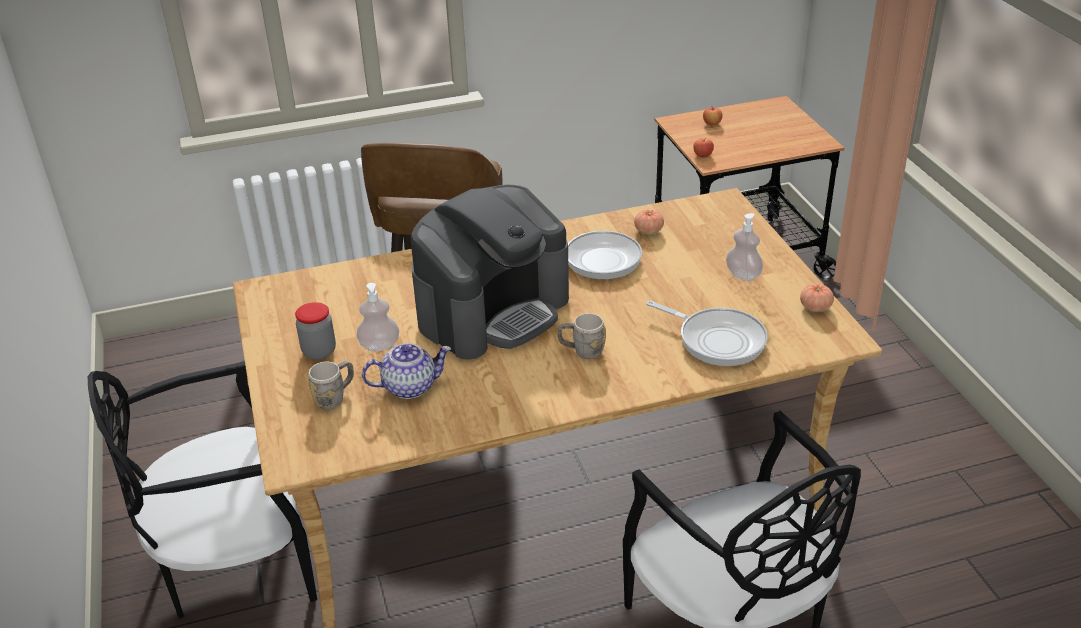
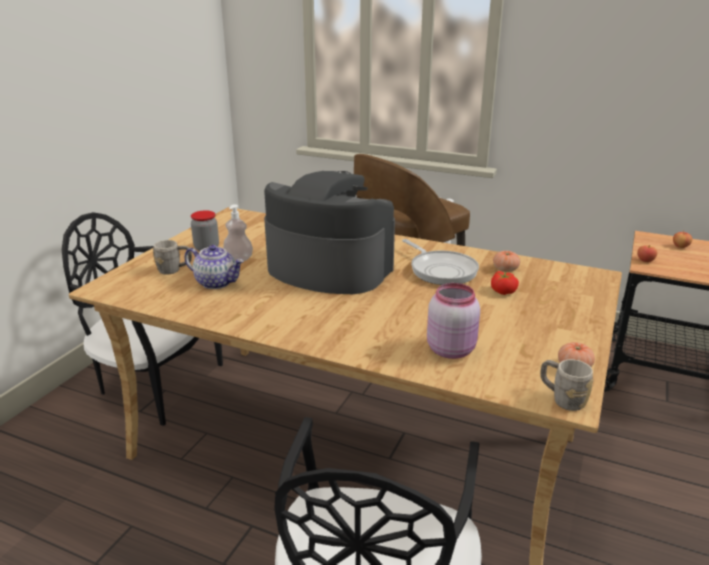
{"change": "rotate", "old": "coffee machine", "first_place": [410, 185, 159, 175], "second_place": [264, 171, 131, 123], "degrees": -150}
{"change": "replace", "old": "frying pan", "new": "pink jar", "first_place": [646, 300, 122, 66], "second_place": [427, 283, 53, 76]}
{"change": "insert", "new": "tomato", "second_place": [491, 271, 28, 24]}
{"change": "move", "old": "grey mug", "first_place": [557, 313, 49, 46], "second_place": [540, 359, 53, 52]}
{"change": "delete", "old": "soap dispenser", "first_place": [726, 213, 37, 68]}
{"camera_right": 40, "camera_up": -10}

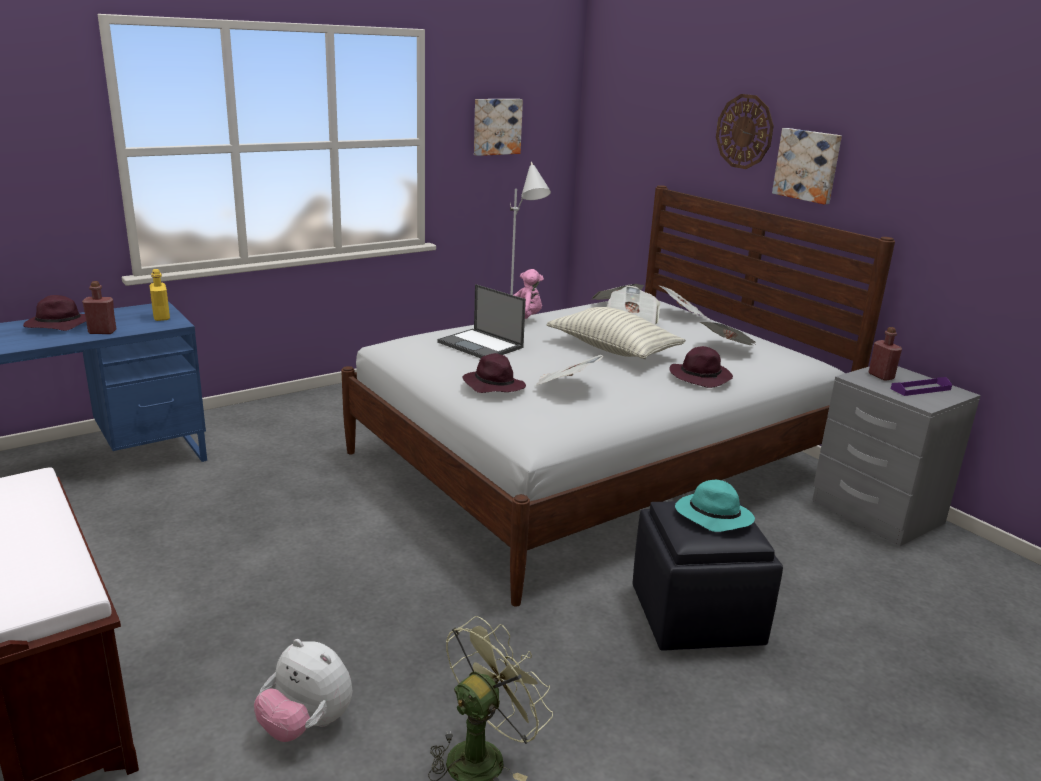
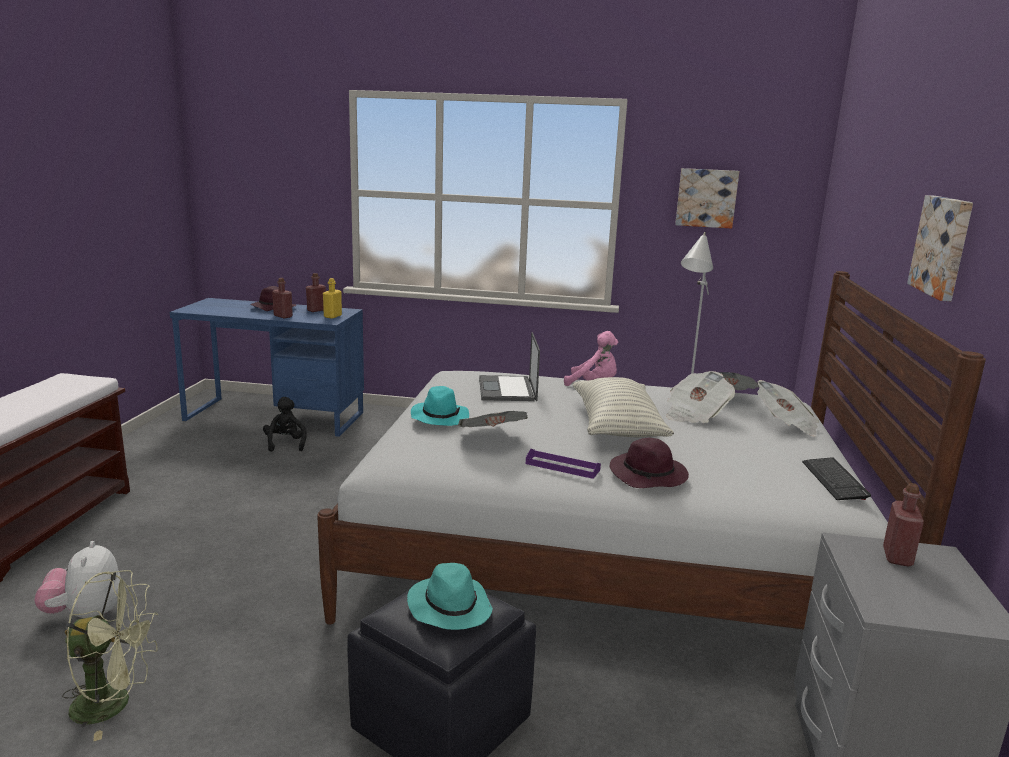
{"change": "insert", "new": "black plush toy", "second_place": [263, 397, 44, 55]}
{"change": "insert", "new": "red bottle", "second_place": [306, 273, 20, 39]}
{"change": "recolor", "old": "purple hat", "new": "turquoise hat", "first_place": [463, 353, 63, 40], "second_place": [411, 386, 58, 40]}
{"change": "move", "old": "purple tray", "first_place": [891, 377, 61, 19], "second_place": [526, 449, 75, 30]}
{"change": "insert", "new": "keyboard", "second_place": [802, 457, 69, 43]}
{"change": "delete", "old": "newspaper", "first_place": [700, 322, 57, 23]}
{"change": "delete", "old": "wall clock", "first_place": [716, 94, 58, 75]}
{"camera_right": 45, "camera_up": -5}

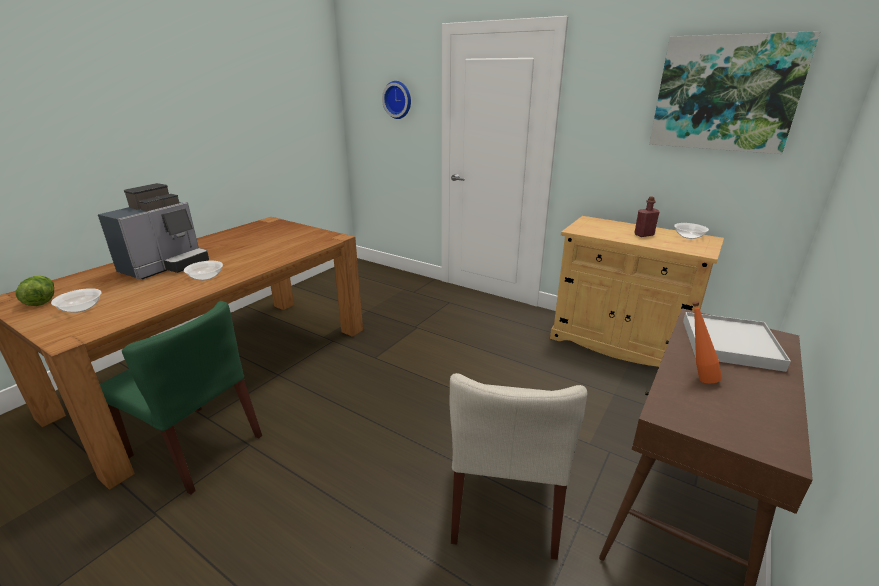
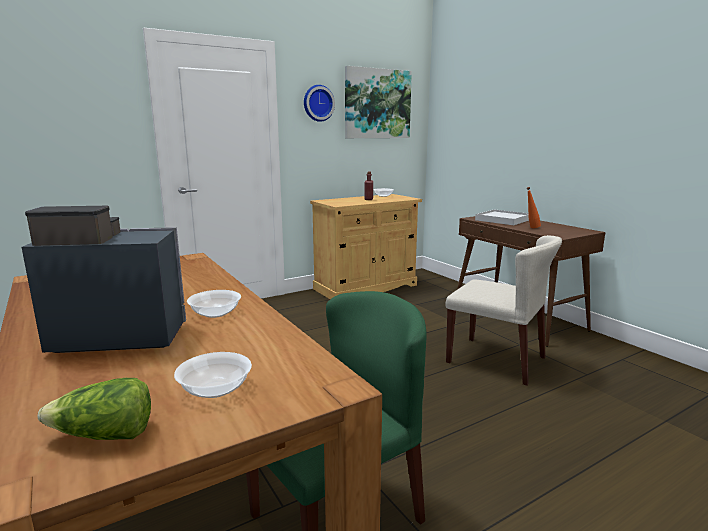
{"change": "rotate", "old": "coffee machine", "first_place": [98, 183, 111, 96], "second_place": [22, 206, 164, 147], "degrees": -60}
{"change": "move", "old": "wall clock", "first_place": [382, 81, 29, 38], "second_place": [304, 85, 31, 37]}
{"camera_right": -65, "camera_up": -10}

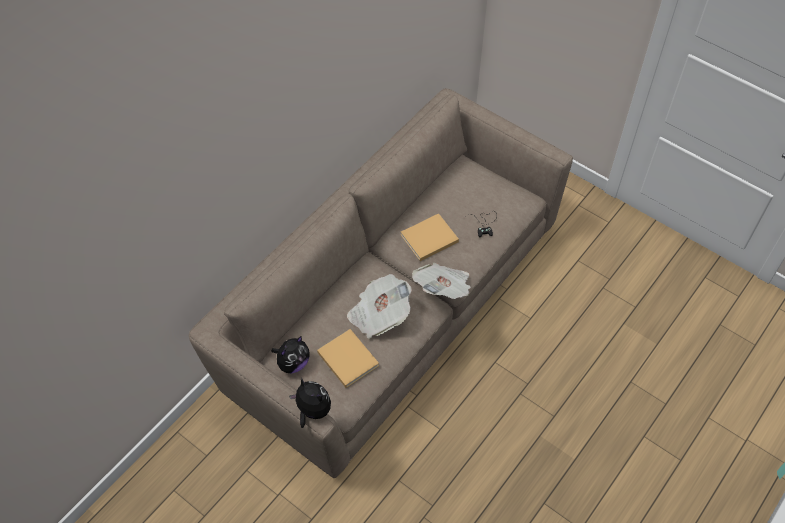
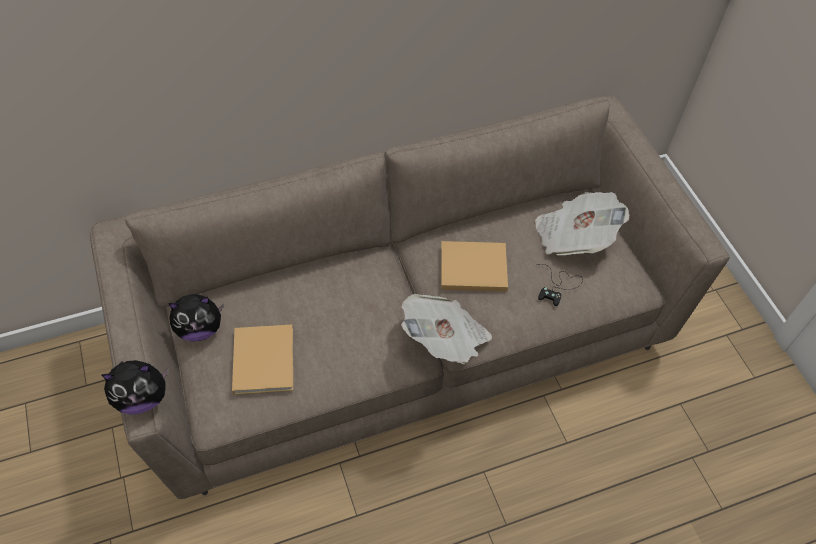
{"change": "rotate", "old": "plush toy", "first_place": [289, 378, 42, 50], "second_place": [101, 360, 68, 55], "degrees": 90}
{"change": "move", "old": "newspaper", "first_place": [347, 274, 65, 65], "second_place": [535, 192, 94, 63]}
{"camera_right": 30, "camera_up": 0}

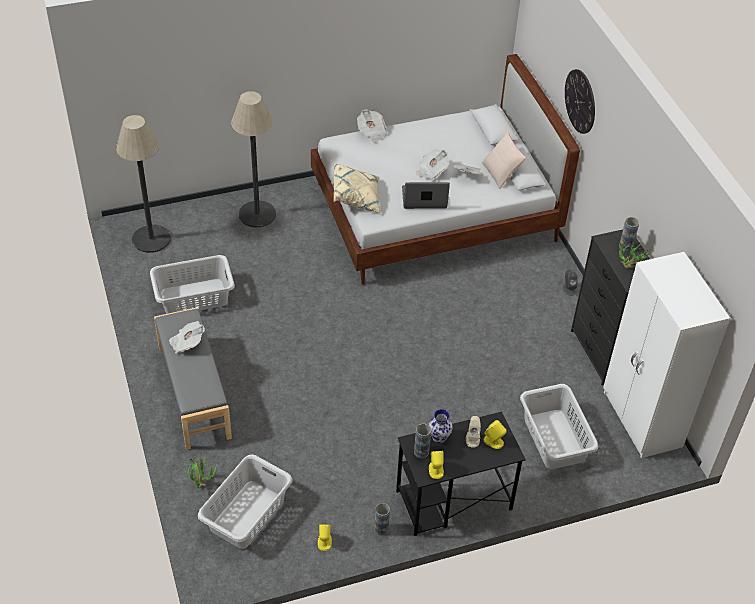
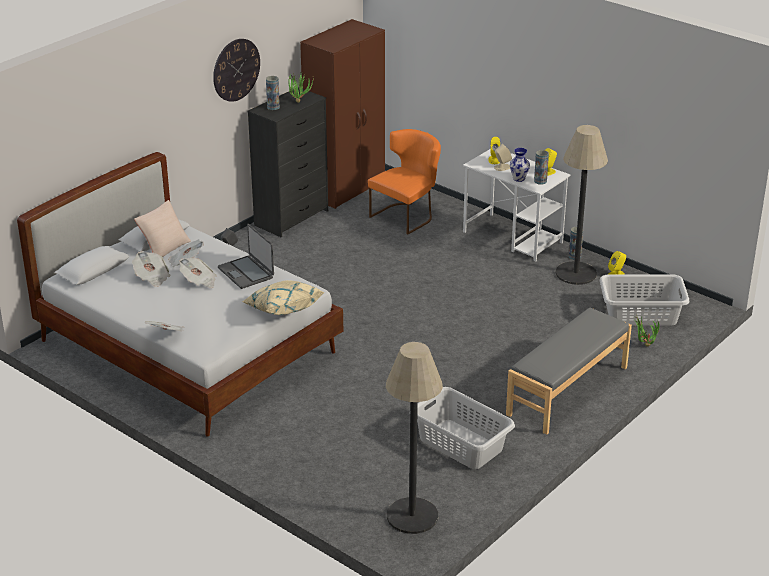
{"change": "move", "old": "newspaper", "first_place": [169, 321, 36, 32], "second_place": [132, 251, 39, 36]}
{"change": "move", "old": "wall clock", "first_place": [565, 69, 30, 65], "second_place": [213, 39, 47, 63]}
{"change": "recolor", "old": "white wardrobe", "new": "brown wardrobe", "first_place": [603, 252, 127, 206], "second_place": [300, 19, 85, 190]}
{"change": "replace", "old": "grey laundry basket", "new": "orange chair", "first_place": [520, 384, 78, 85], "second_place": [368, 129, 73, 105]}
{"change": "recolor", "old": "black desk", "new": "white desk", "first_place": [396, 412, 130, 124], "second_place": [463, 149, 107, 113]}
{"change": "move", "old": "floor lamp", "first_place": [231, 91, 45, 137], "second_place": [556, 125, 52, 160]}
{"camera_right": -120, "camera_up": -15}

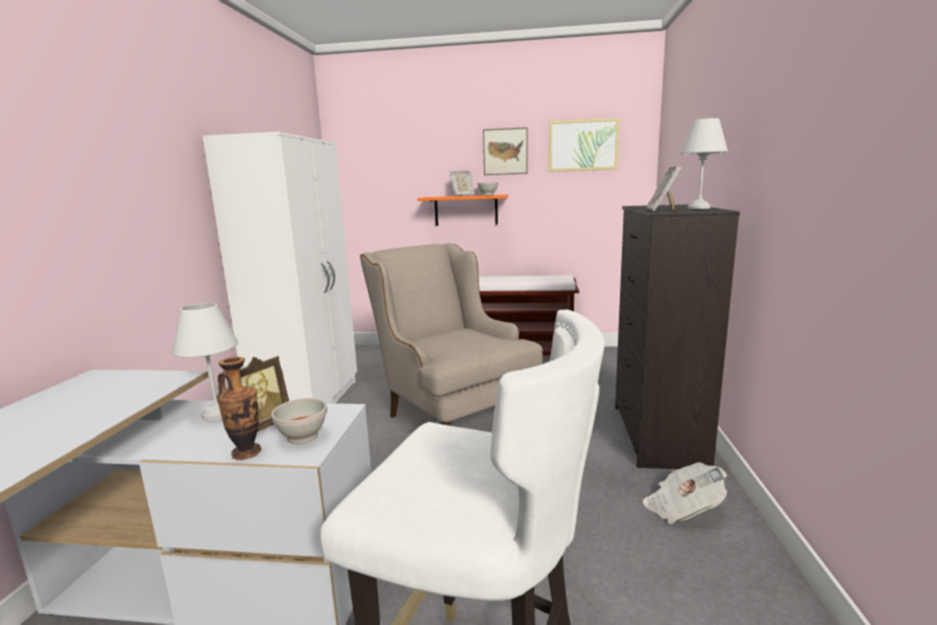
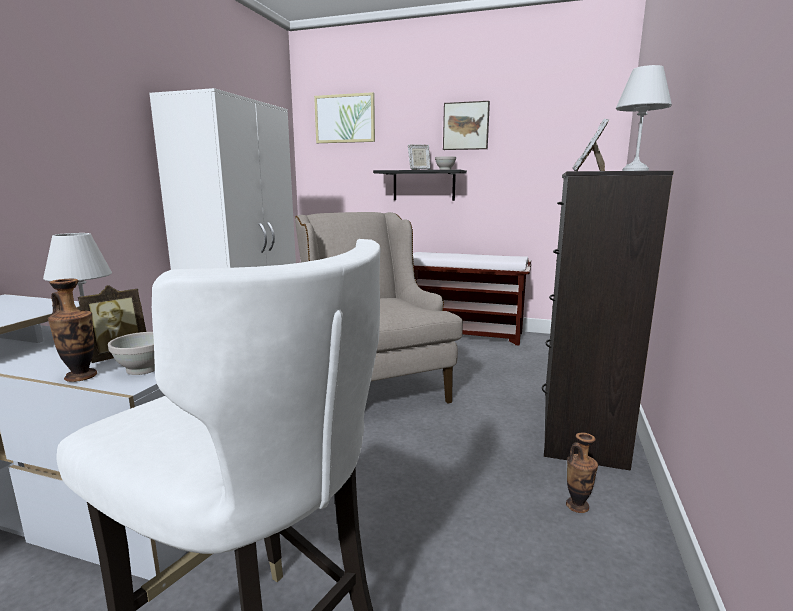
{"change": "move", "old": "picture", "first_place": [549, 118, 70, 54], "second_place": [314, 92, 61, 51]}
{"change": "recolor", "old": "orange shelf", "new": "black shelf", "first_place": [417, 195, 91, 31], "second_place": [373, 170, 94, 31]}
{"change": "replace", "old": "newspaper", "new": "vase", "first_place": [643, 462, 84, 62], "second_place": [566, 432, 32, 81]}
{"camera_right": 10, "camera_up": 0}

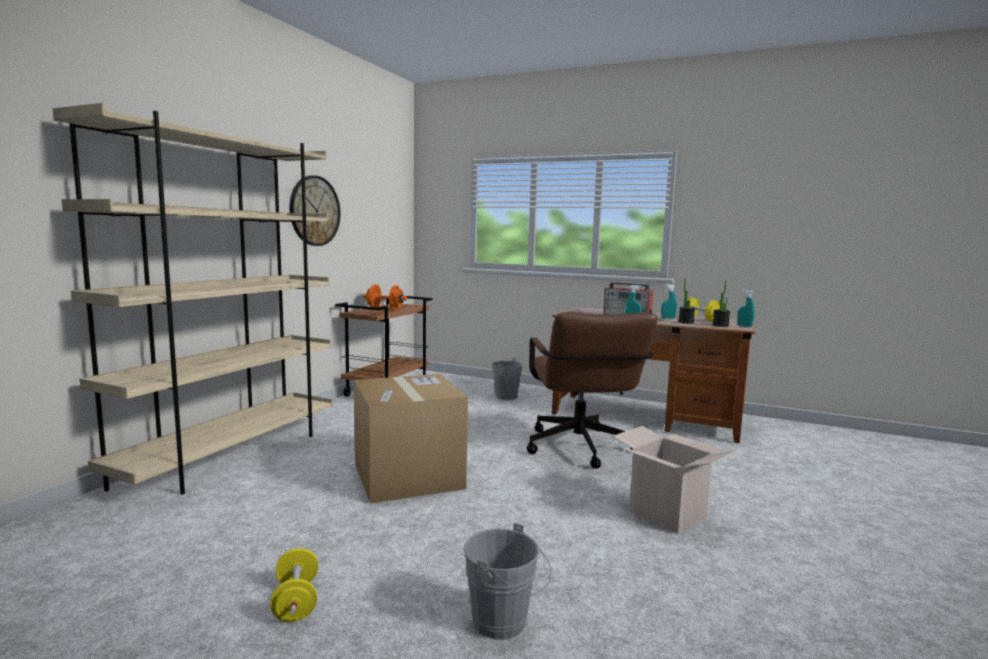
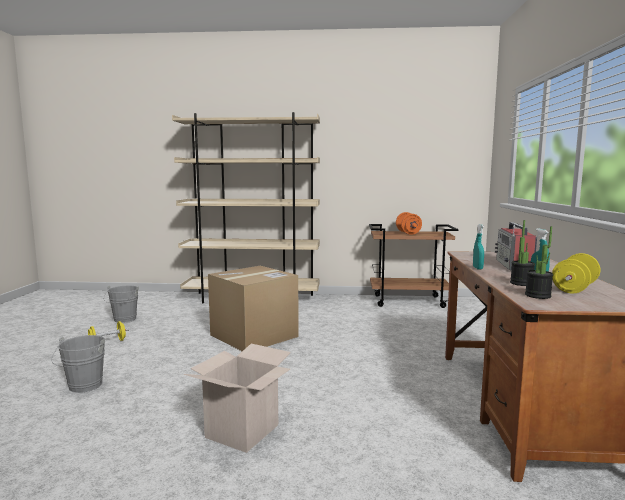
{"change": "move", "old": "grey bucket", "first_place": [492, 358, 36, 42], "second_place": [104, 286, 35, 37]}
{"change": "delete", "old": "wall clock", "first_place": [289, 175, 51, 71]}
{"change": "delete", "old": "brown office chair", "first_place": [526, 312, 132, 157]}
{"change": "delete", "old": "turquoise spray bottle", "first_place": [737, 289, 18, 38]}
{"camera_right": 70, "camera_up": 0}

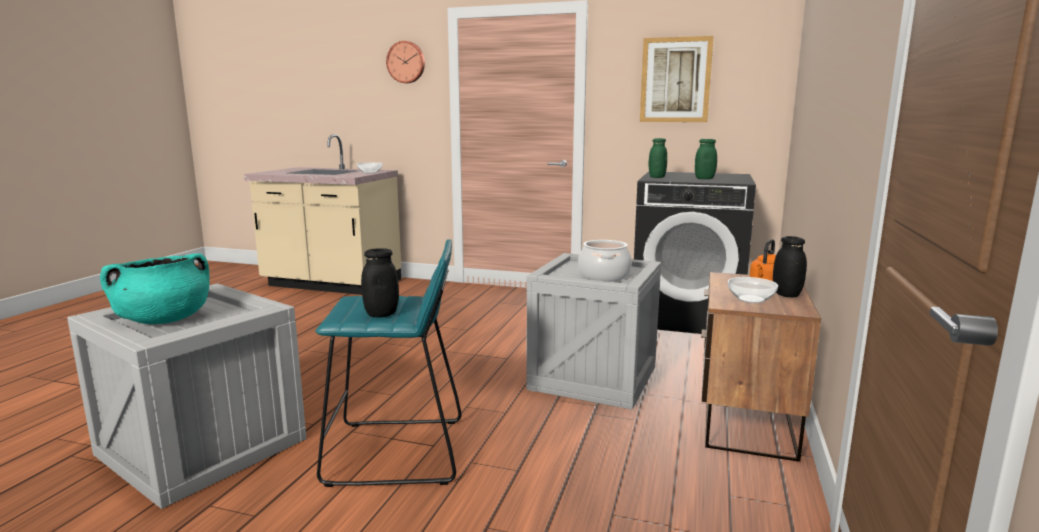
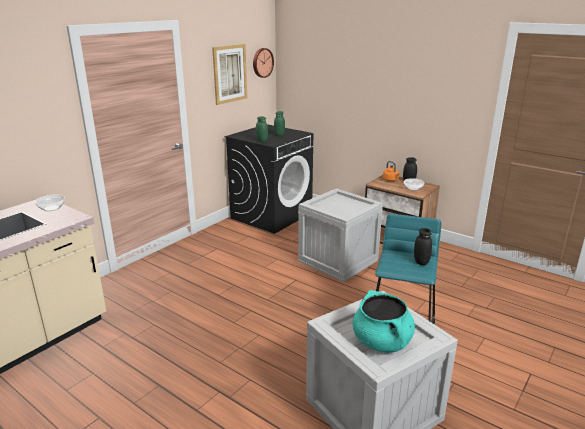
{"change": "move", "old": "wall clock", "first_place": [386, 41, 39, 42], "second_place": [253, 48, 21, 30]}
{"change": "delete", "old": "cooking pot", "first_place": [578, 240, 54, 41]}
{"camera_right": -70, "camera_up": 10}

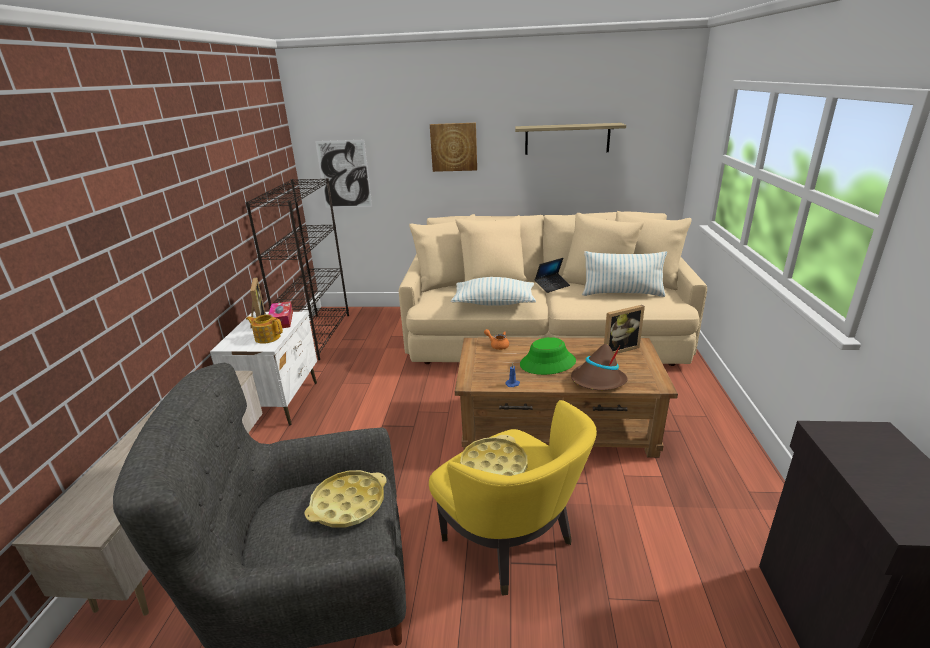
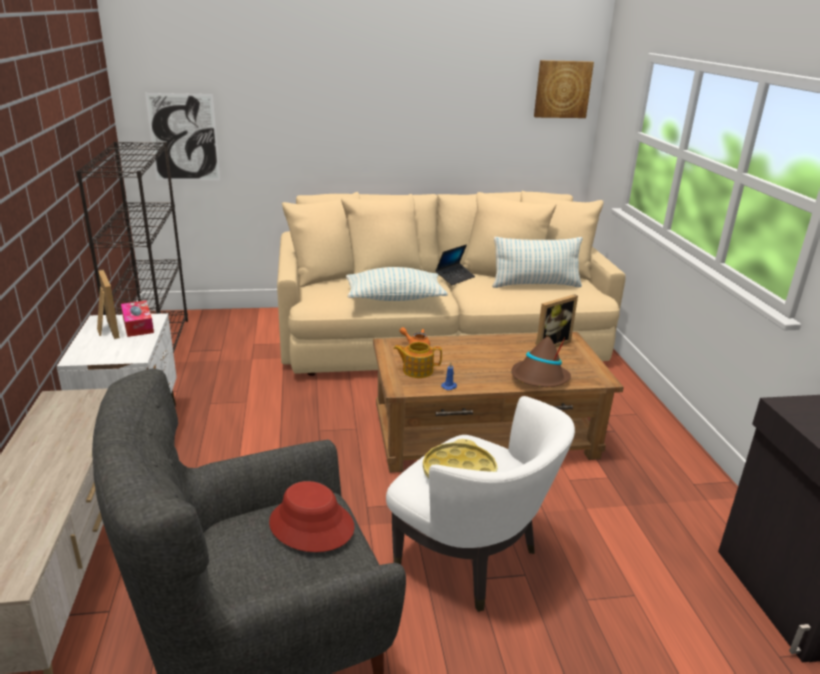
{"change": "replace", "old": "yellow tray", "new": "red hat", "first_place": [304, 470, 83, 58], "second_place": [269, 481, 86, 71]}
{"change": "recolor", "old": "yellow armchair", "new": "white armchair", "first_place": [429, 400, 168, 196], "second_place": [386, 396, 189, 216]}
{"change": "move", "old": "teapot", "first_place": [246, 315, 37, 29], "second_place": [394, 342, 48, 36]}
{"change": "move", "old": "picture", "first_place": [430, 123, 47, 49], "second_place": [534, 60, 60, 58]}
{"change": "delete", "old": "shelf", "first_place": [515, 123, 111, 32]}
{"change": "delete", "old": "green hat", "first_place": [520, 337, 56, 38]}
{"camera_right": -15, "camera_up": 0}

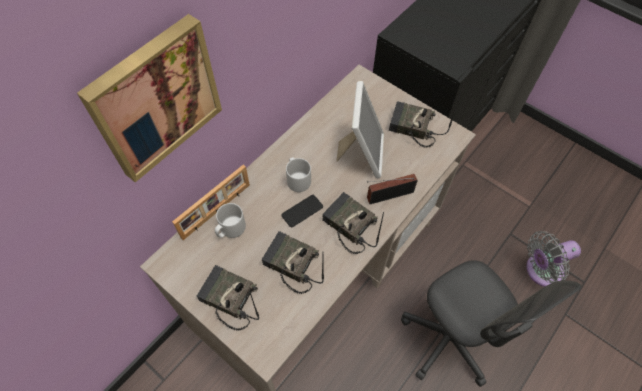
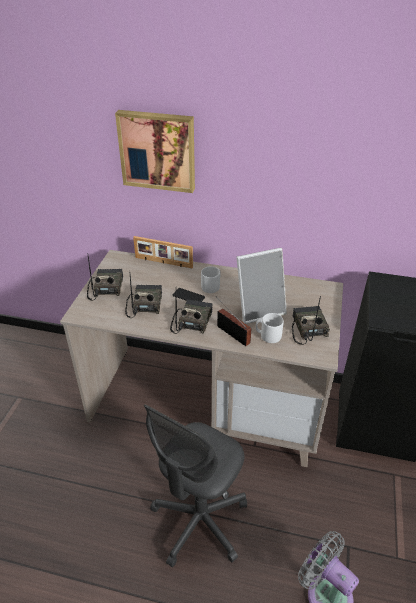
{"change": "move", "old": "grey mug", "first_place": [215, 203, 31, 35], "second_place": [256, 313, 28, 30]}
{"camera_right": 65, "camera_up": -20}

